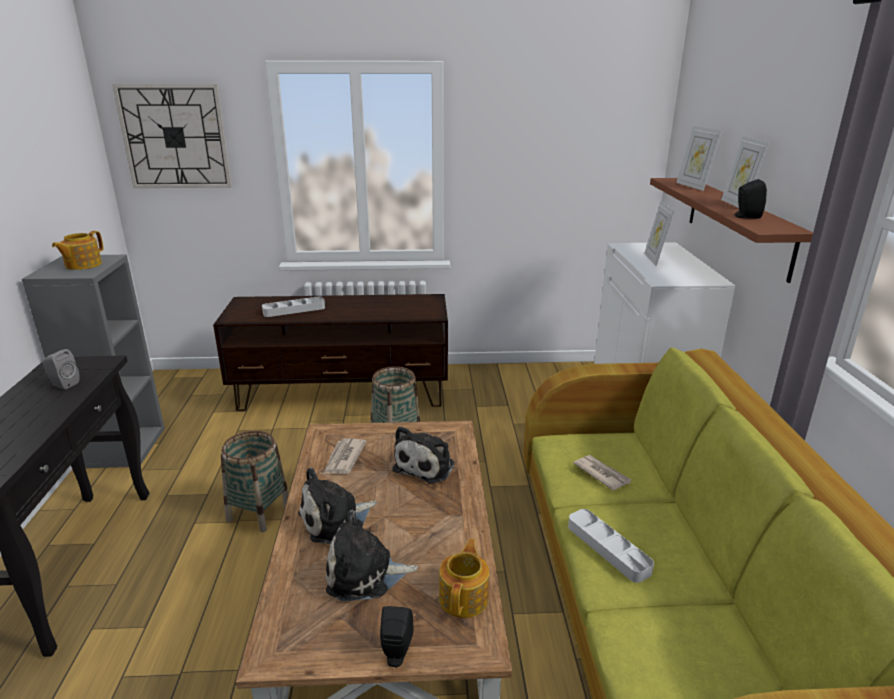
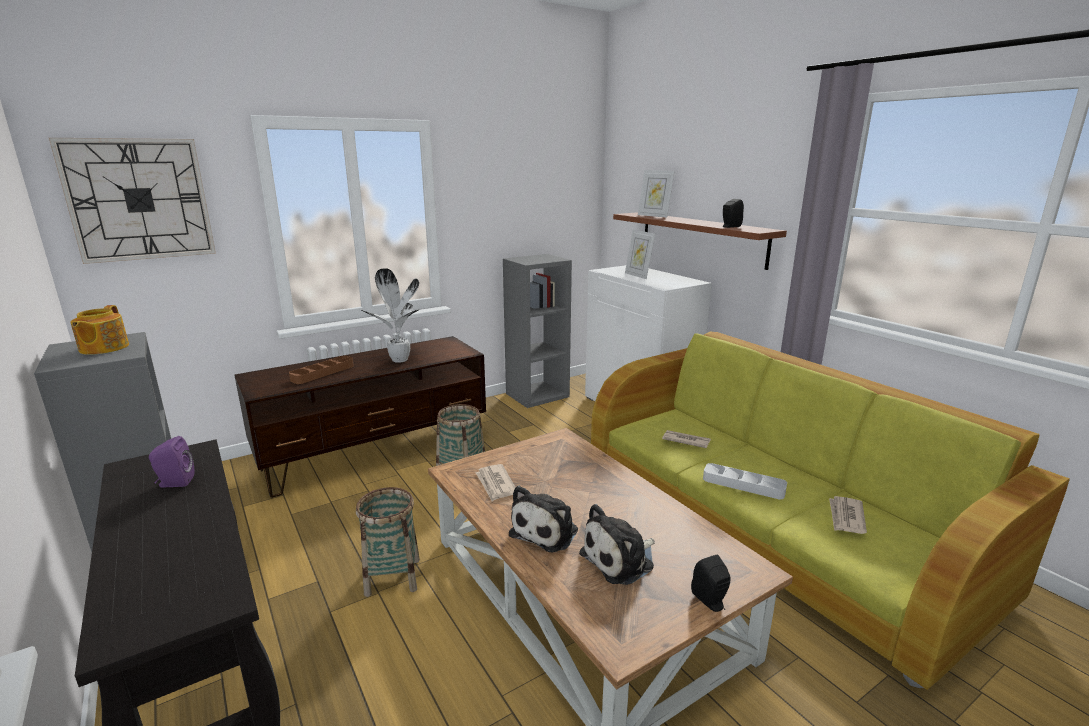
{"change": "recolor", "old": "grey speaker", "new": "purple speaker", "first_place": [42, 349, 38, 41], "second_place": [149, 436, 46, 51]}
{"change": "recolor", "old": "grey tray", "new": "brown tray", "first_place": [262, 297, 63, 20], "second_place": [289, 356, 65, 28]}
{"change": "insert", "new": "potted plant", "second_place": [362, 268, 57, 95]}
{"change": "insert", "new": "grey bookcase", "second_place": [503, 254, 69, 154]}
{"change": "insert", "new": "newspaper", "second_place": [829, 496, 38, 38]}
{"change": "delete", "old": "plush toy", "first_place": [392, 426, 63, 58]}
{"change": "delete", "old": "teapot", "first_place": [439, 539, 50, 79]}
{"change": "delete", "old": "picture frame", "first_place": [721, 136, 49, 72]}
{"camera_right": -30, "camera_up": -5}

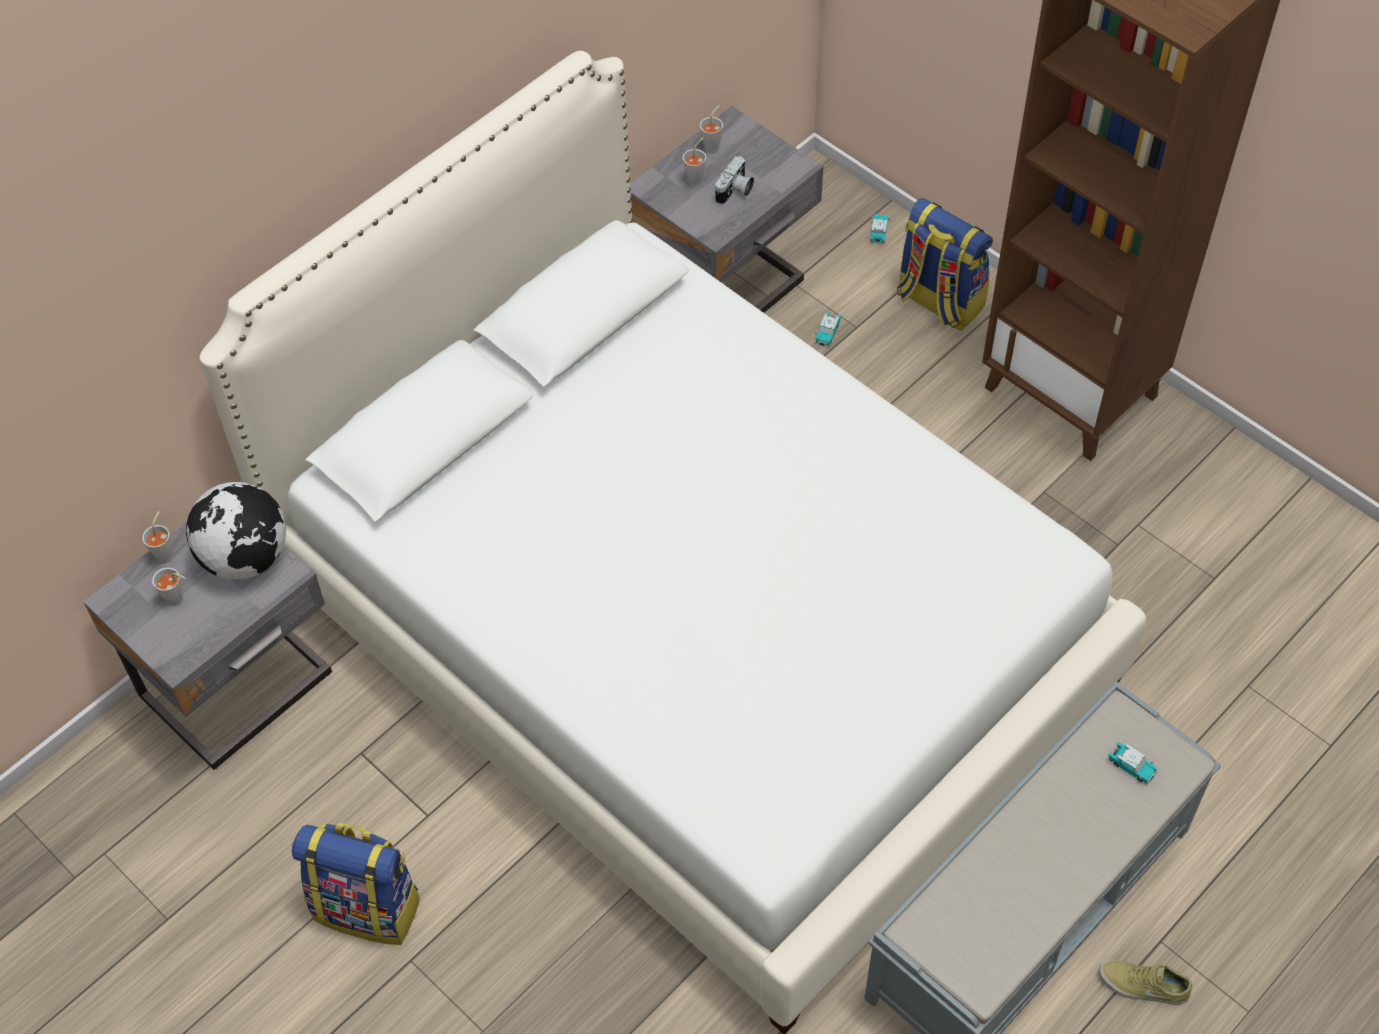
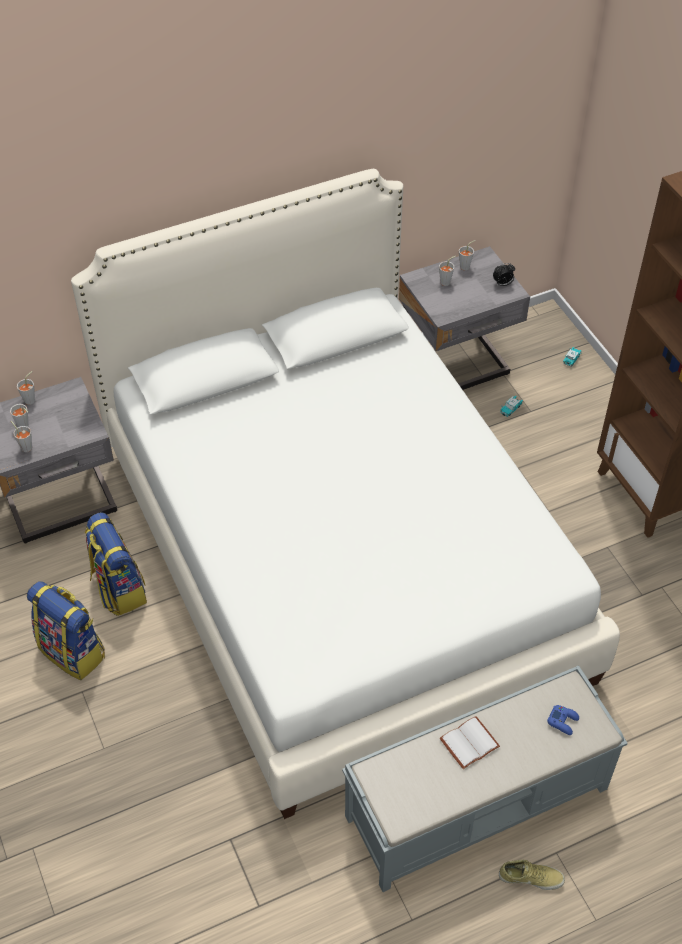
{"change": "insert", "new": "grey cup", "second_place": [11, 421, 21, 31]}
{"change": "move", "old": "backpack", "first_place": [897, 198, 96, 133], "second_place": [85, 512, 62, 104]}
{"change": "insert", "new": "white book", "second_place": [439, 716, 61, 53]}
{"change": "insert", "new": "alarm clock", "second_place": [493, 263, 22, 23]}
{"change": "rotate", "old": "beige shoe", "first_place": [1099, 960, 93, 45], "second_place": [499, 860, 66, 30], "degrees": 150}
{"change": "replace", "old": "toy car", "new": "blue game controller", "first_place": [1108, 742, 49, 43], "second_place": [547, 705, 32, 30]}
{"change": "delete", "old": "globe", "first_place": [186, 482, 100, 97]}
{"change": "delete", "old": "photo camera", "first_place": [715, 156, 39, 49]}
{"camera_right": 20, "camera_up": -5}

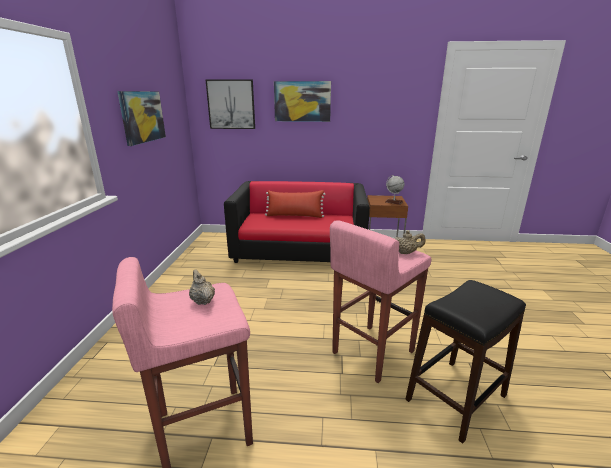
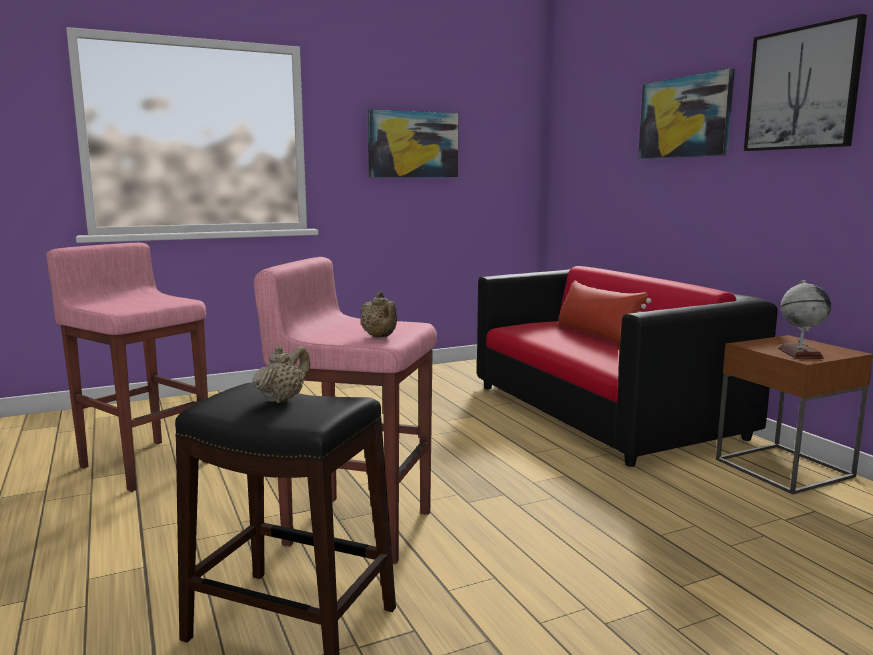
{"change": "move", "old": "beige teapot", "first_place": [189, 269, 26, 36], "second_place": [253, 345, 58, 58]}
{"change": "move", "old": "picture", "first_place": [206, 79, 49, 50], "second_place": [744, 14, 123, 137]}
{"camera_right": 60, "camera_up": -10}

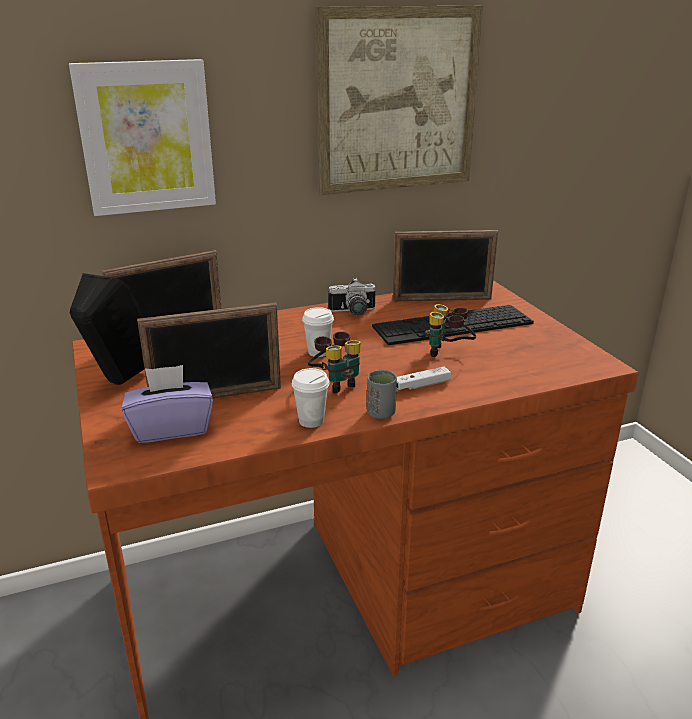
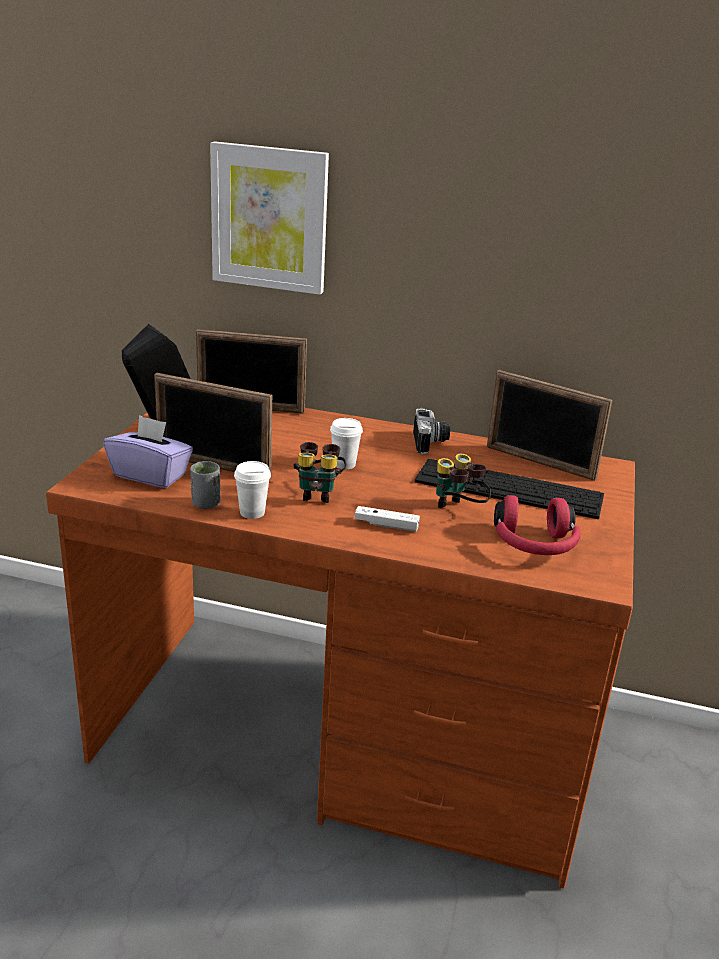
{"change": "move", "old": "grey cup", "first_place": [367, 370, 30, 49], "second_place": [190, 461, 31, 48]}
{"change": "rotate", "old": "photo camera", "first_place": [328, 278, 47, 38], "second_place": [413, 408, 37, 46], "degrees": -120}
{"change": "insert", "new": "red headphones", "second_place": [494, 495, 87, 60]}
{"change": "delete", "old": "picture", "first_place": [316, 6, 167, 189]}
{"camera_right": 35, "camera_up": 0}

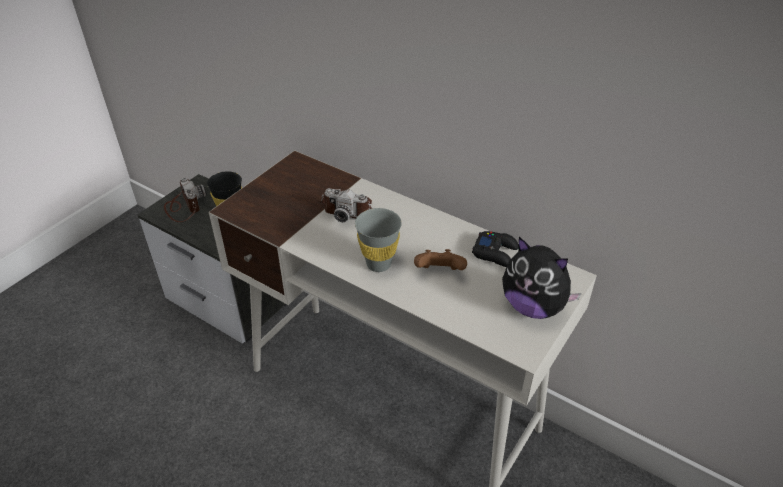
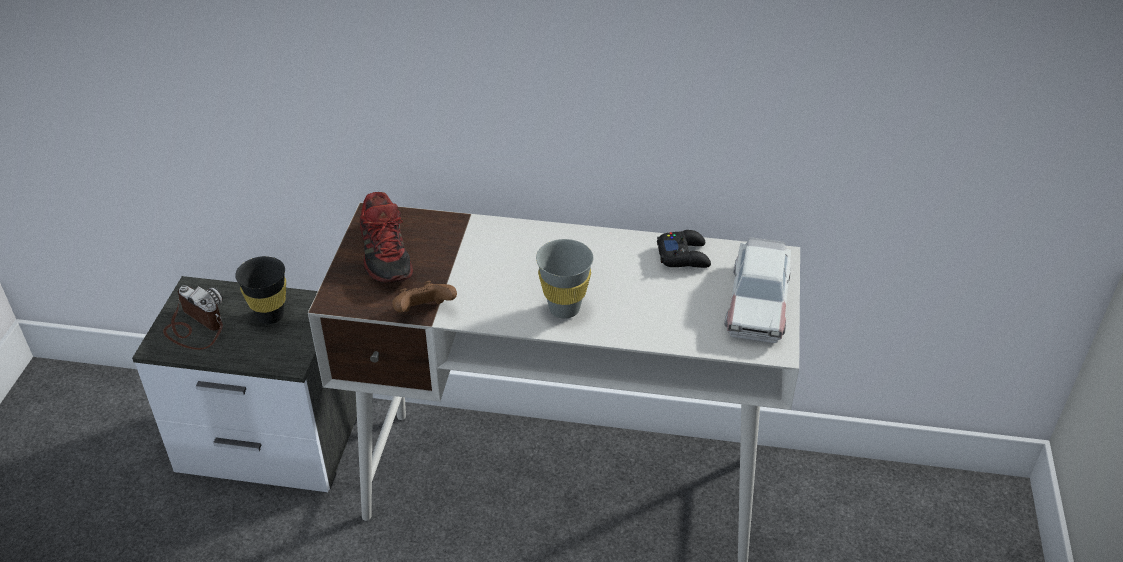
{"change": "insert", "new": "shoe", "second_place": [360, 192, 53, 91]}
{"change": "move", "old": "brown game controller", "first_place": [414, 249, 53, 21], "second_place": [392, 281, 65, 31]}
{"change": "replace", "old": "plush toy", "new": "toy car", "first_place": [502, 237, 80, 82], "second_place": [724, 237, 67, 106]}
{"change": "delete", "old": "photo camera", "first_place": [319, 188, 53, 34]}
{"camera_right": -25, "camera_up": 0}

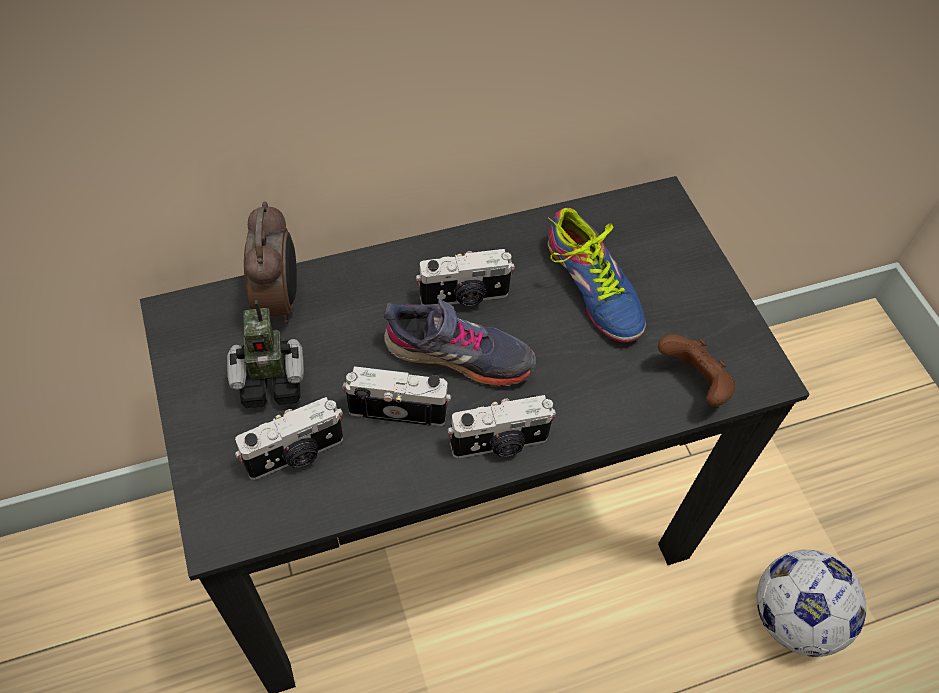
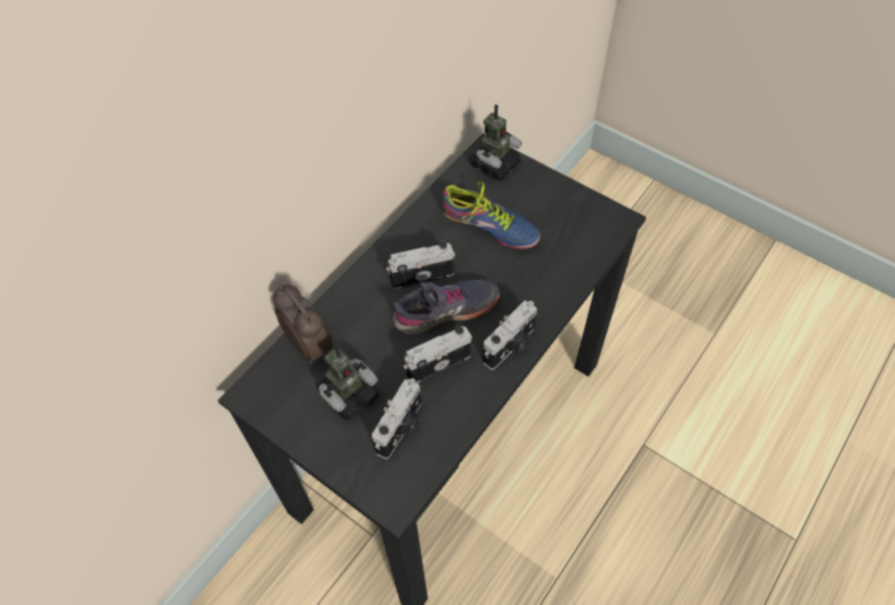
{"change": "rotate", "old": "photo camera", "first_place": [416, 249, 99, 57], "second_place": [386, 242, 69, 47], "degrees": -150}
{"change": "insert", "new": "toy robot", "second_place": [469, 104, 53, 76]}
{"change": "delete", "old": "brown game controller", "first_place": [658, 334, 78, 72]}
{"change": "delete", "old": "football", "first_place": [756, 550, 110, 107]}
{"camera_right": -30, "camera_up": 0}

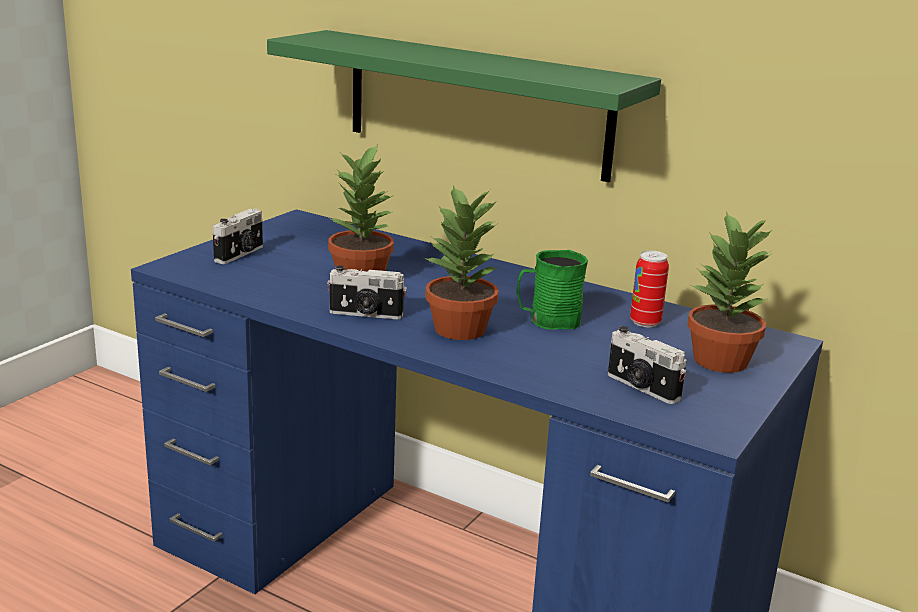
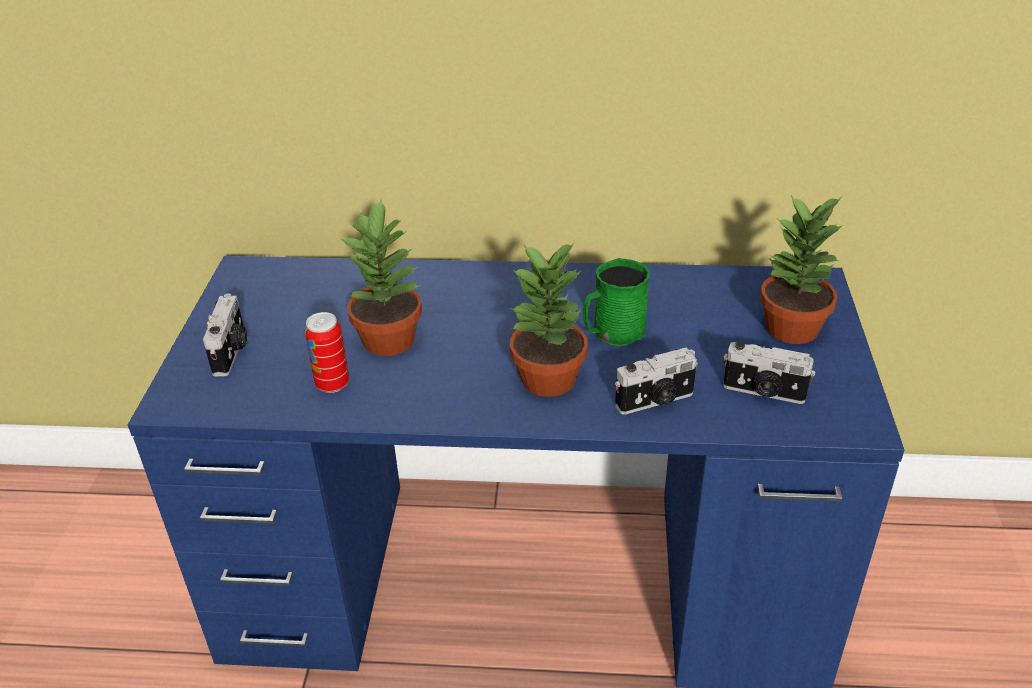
{"change": "move", "old": "can", "first_place": [630, 250, 39, 77], "second_place": [305, 312, 44, 81]}
{"change": "move", "old": "photo camera", "first_place": [327, 265, 80, 54], "second_place": [615, 347, 83, 68]}
{"change": "delete", "old": "green shelf", "first_place": [267, 30, 394, 152]}
{"camera_right": -25, "camera_up": 15}

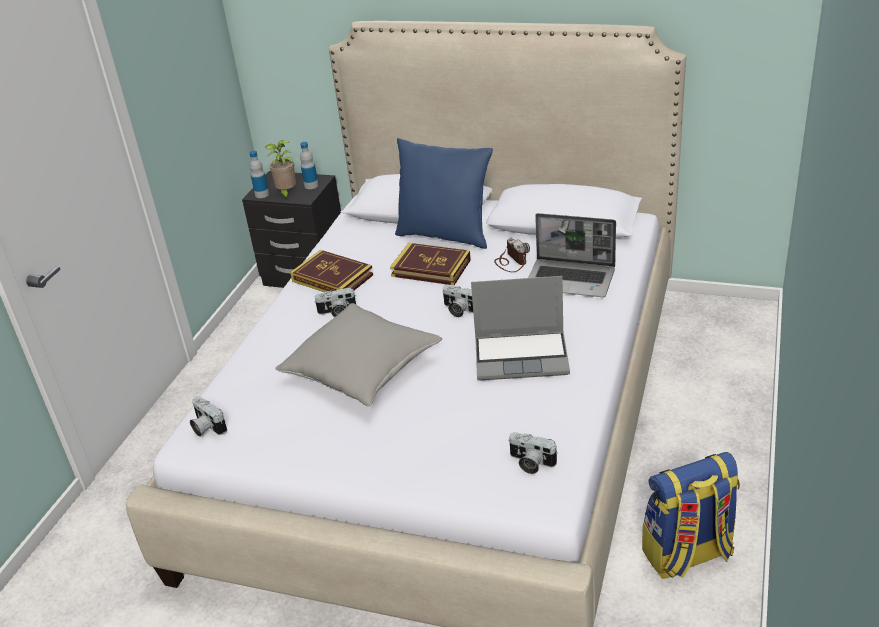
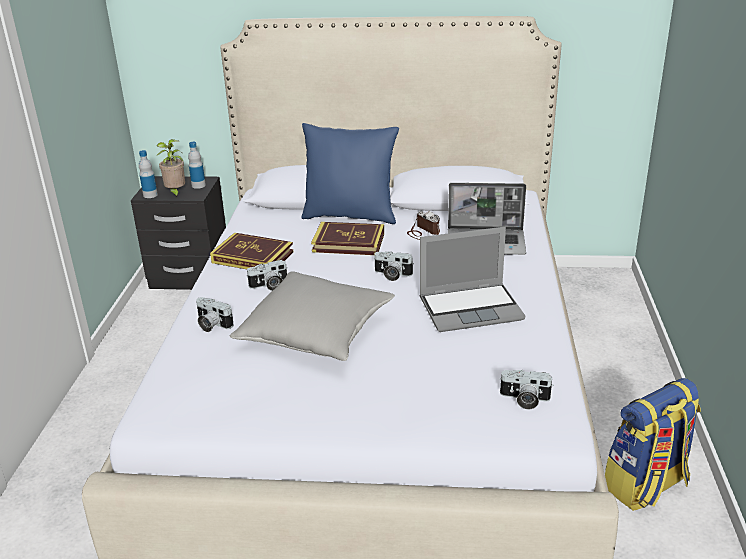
{"change": "move", "old": "photo camera", "first_place": [190, 397, 37, 40], "second_place": [196, 297, 38, 35]}
{"camera_right": -15, "camera_up": -5}

